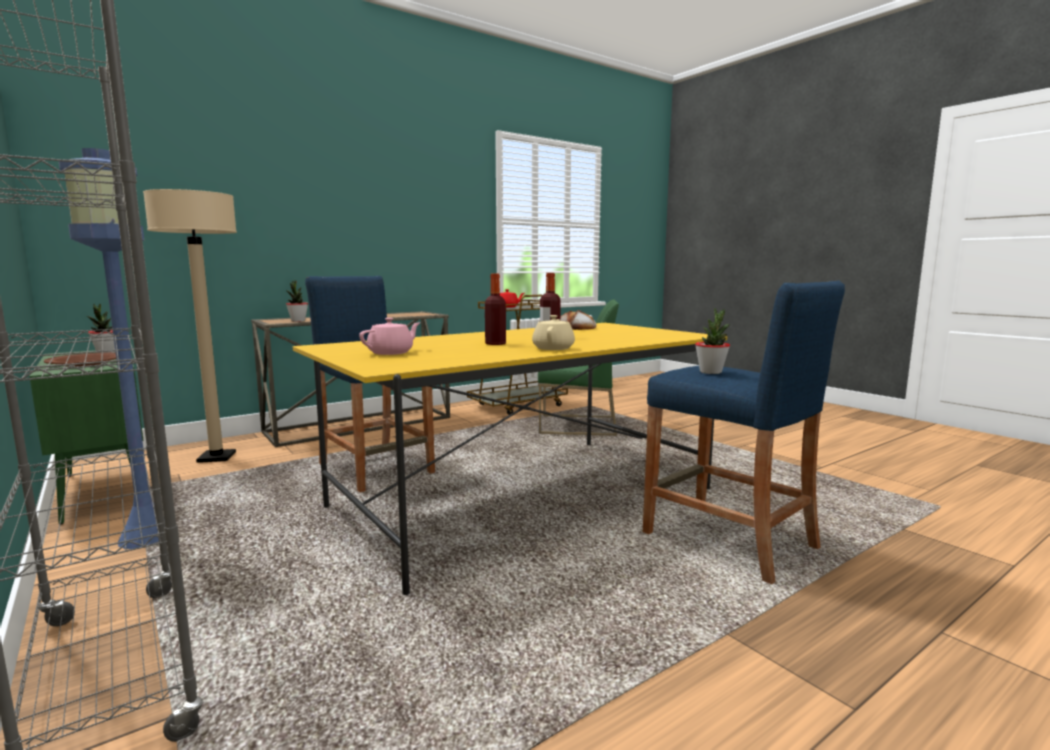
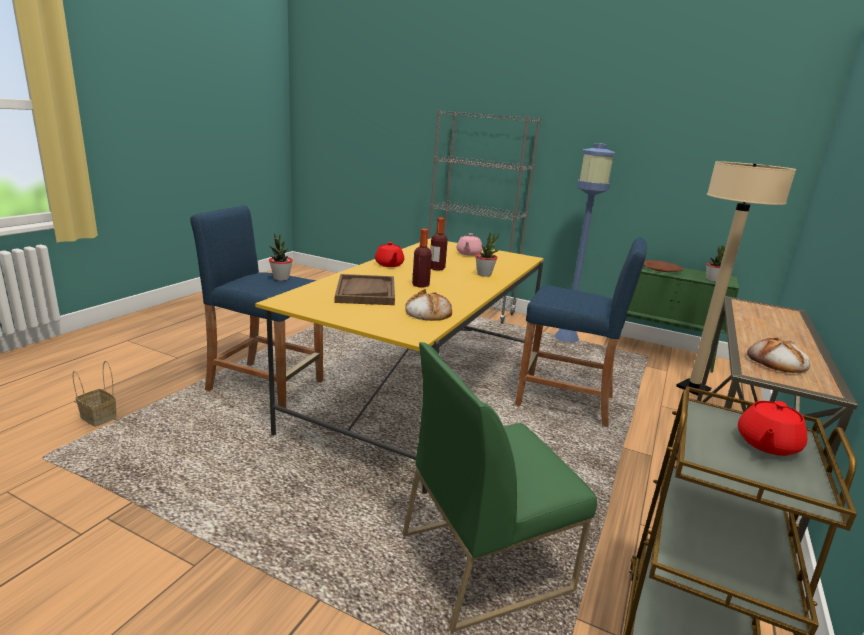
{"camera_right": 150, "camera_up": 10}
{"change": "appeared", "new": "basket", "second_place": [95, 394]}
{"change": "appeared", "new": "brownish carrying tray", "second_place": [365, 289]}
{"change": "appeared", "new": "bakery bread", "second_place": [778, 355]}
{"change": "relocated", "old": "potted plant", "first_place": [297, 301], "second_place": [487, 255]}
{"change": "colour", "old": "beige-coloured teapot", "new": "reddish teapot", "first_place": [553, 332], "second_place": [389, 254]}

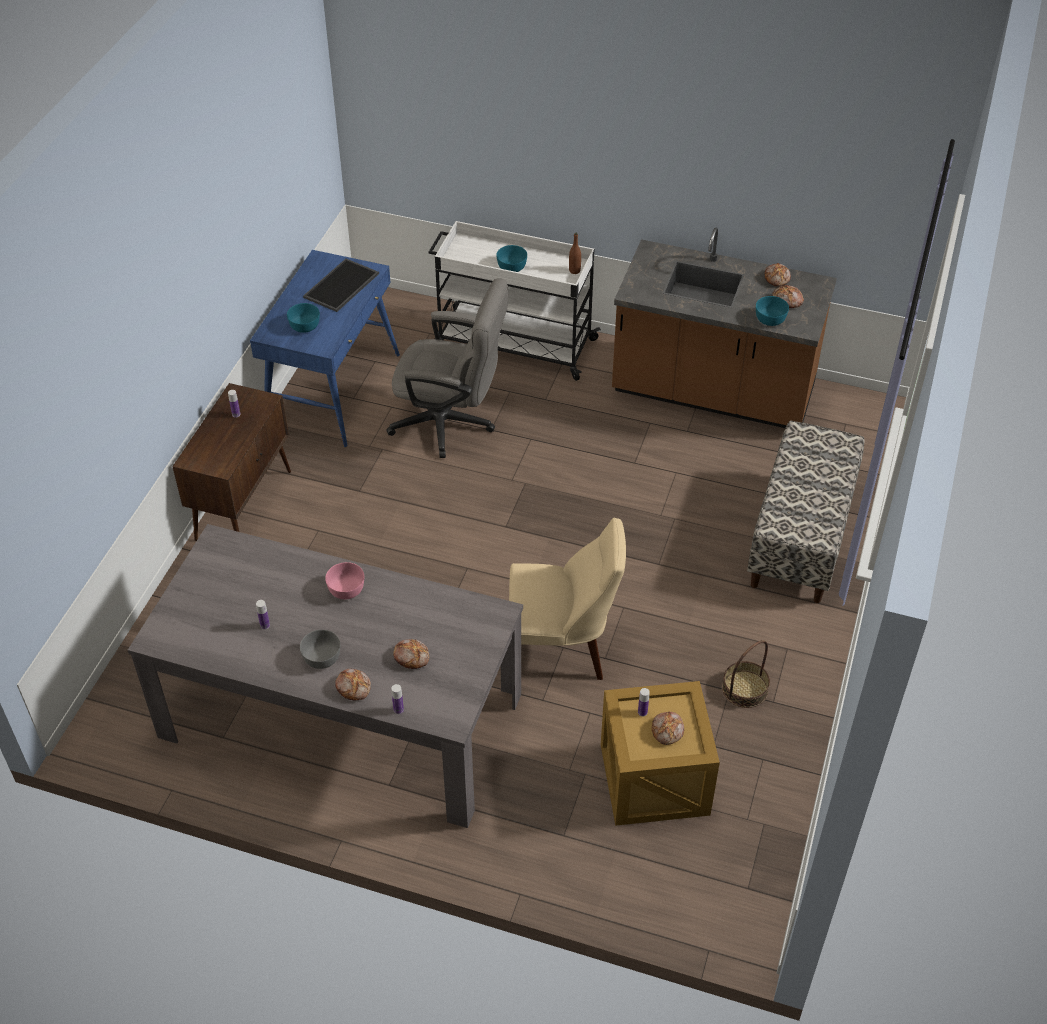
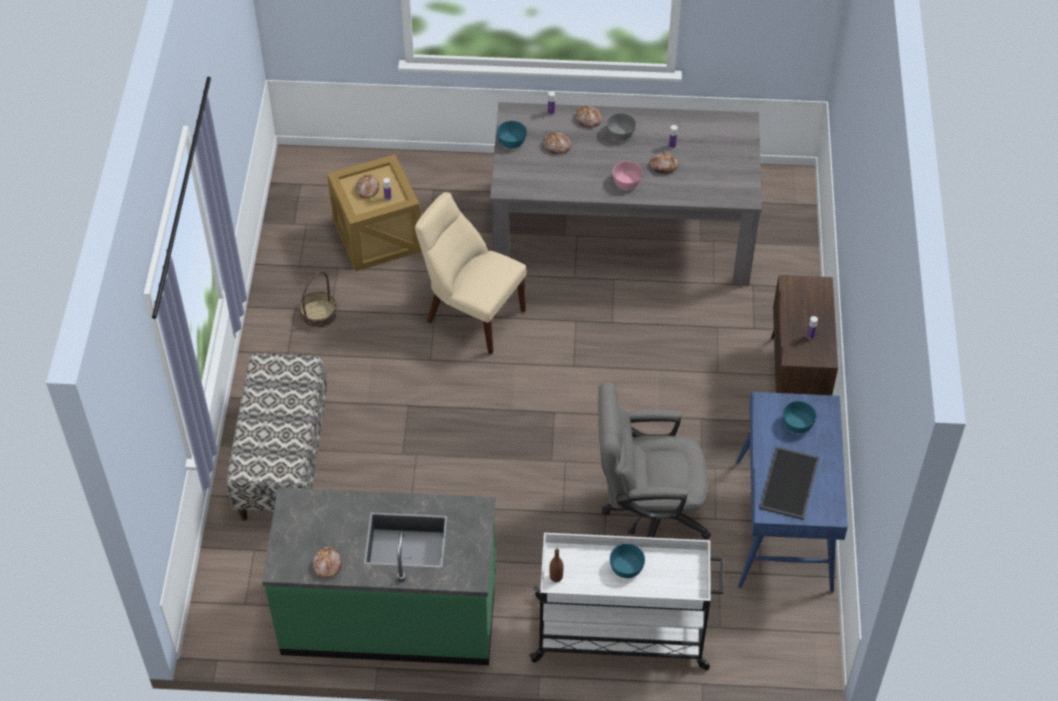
{"camera_right": 165, "camera_up": 5}
{"change": "relocated", "old": "turquoise-coloured deep dish", "first_place": [772, 311], "second_place": [512, 134]}
{"change": "relocated", "old": "bakery bread", "first_place": [788, 296], "second_place": [664, 162]}
{"change": "colour", "old": "brownish kitchen base unit", "new": "green kitchen base unit", "first_place": [724, 327], "second_place": [379, 576]}
{"change": "spun", "old": "beige-coloured plain chair", "first_place": [567, 599], "second_place": [470, 273], "degrees": 45}

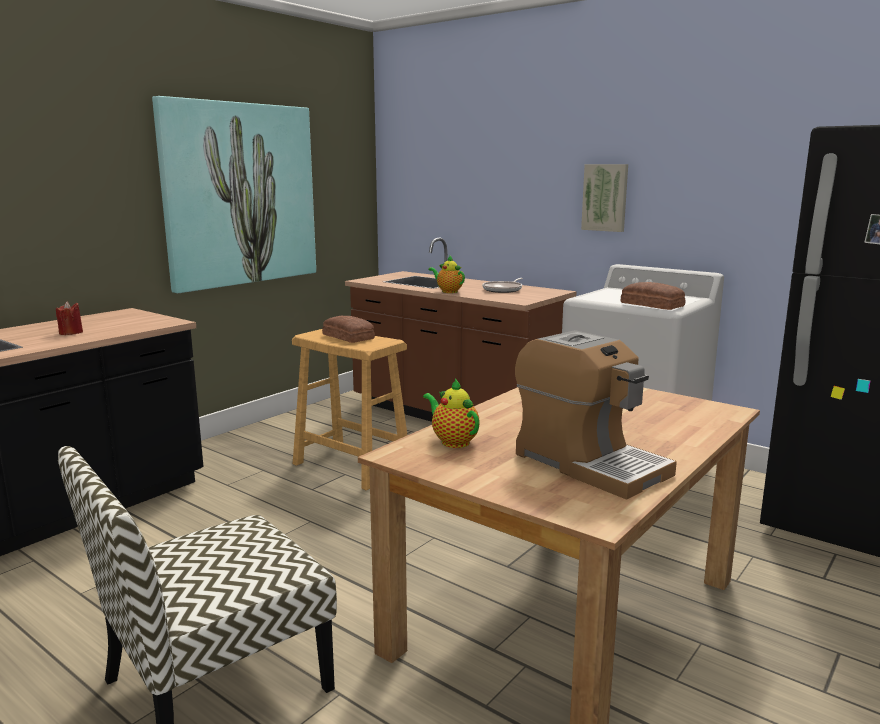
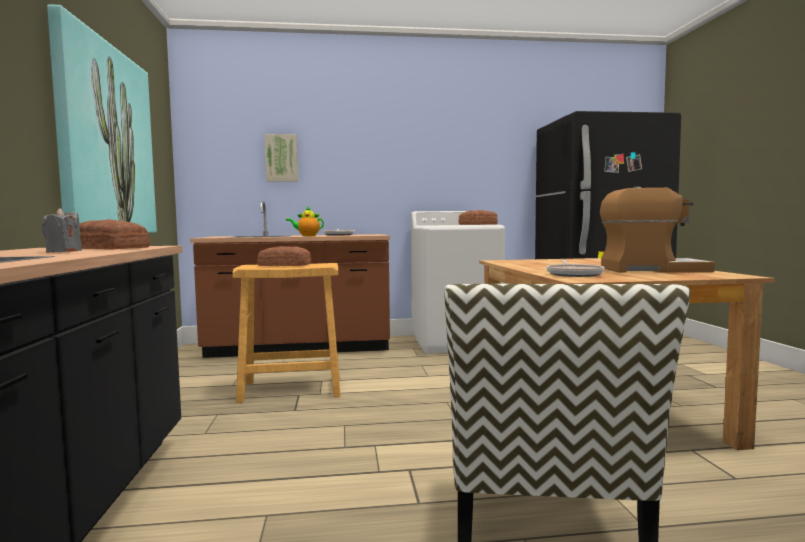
{"camera_right": -45, "camera_up": -10}
{"change": "appeared", "new": "bakery bread", "second_place": [114, 234]}
{"change": "relocated", "old": "picture", "first_place": [604, 198], "second_place": [281, 157]}
{"change": "exchanged", "old": "teapot", "new": "skillet", "first_place": [451, 413], "second_place": [575, 268]}
{"change": "colour", "old": "reddish wax candle", "new": "greyish wax candle", "first_place": [69, 318], "second_place": [61, 230]}

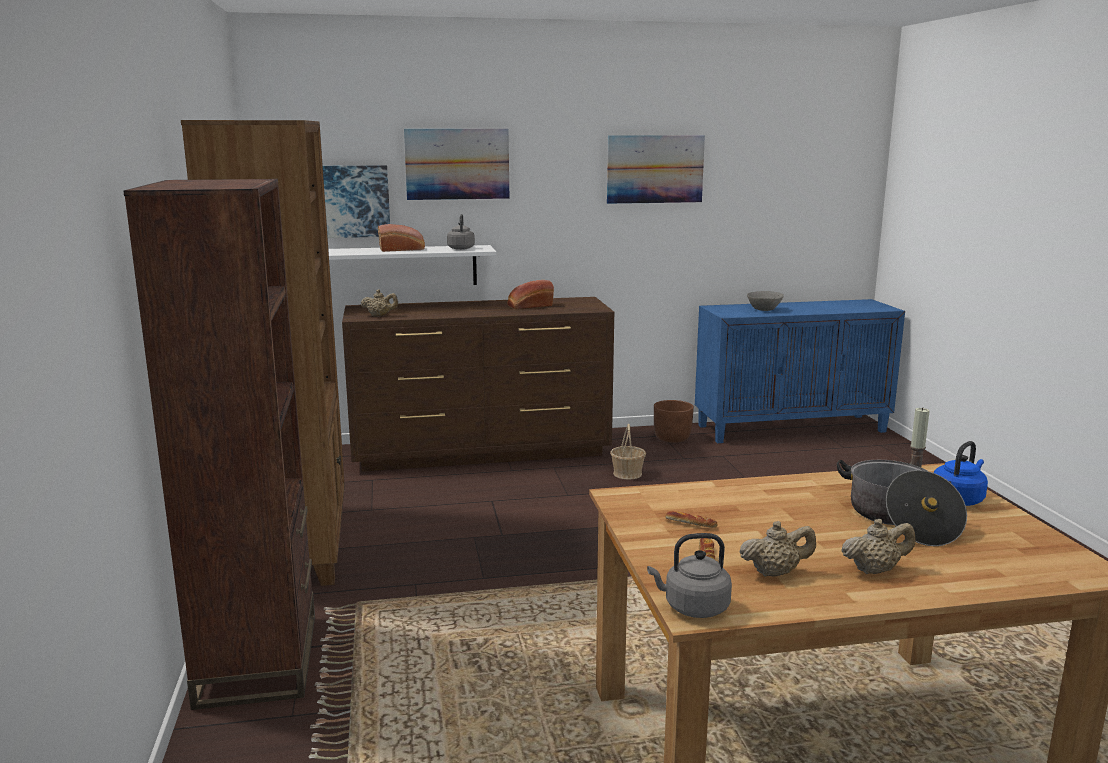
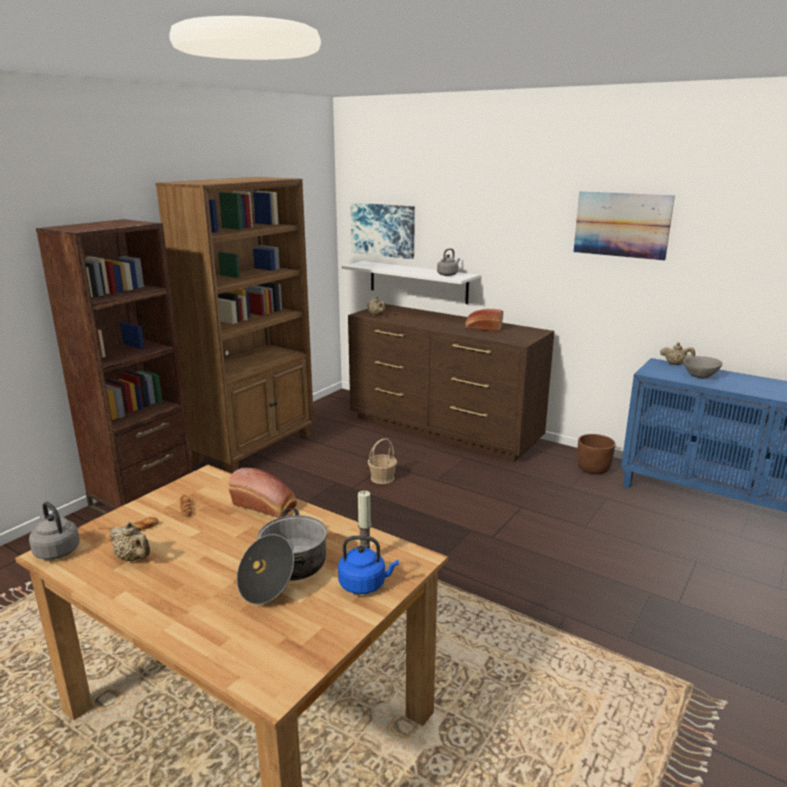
{"camera_right": 45, "camera_up": 5}
{"change": "missing", "old": "picture", "first_place": [456, 164]}
{"change": "relocated", "old": "bakery bread", "first_place": [401, 238], "second_place": [262, 493]}
{"change": "relocated", "old": "basket", "first_place": [628, 452], "second_place": [382, 461]}
{"change": "relocated", "old": "beige-coloured teapot", "first_place": [878, 546], "second_place": [677, 353]}

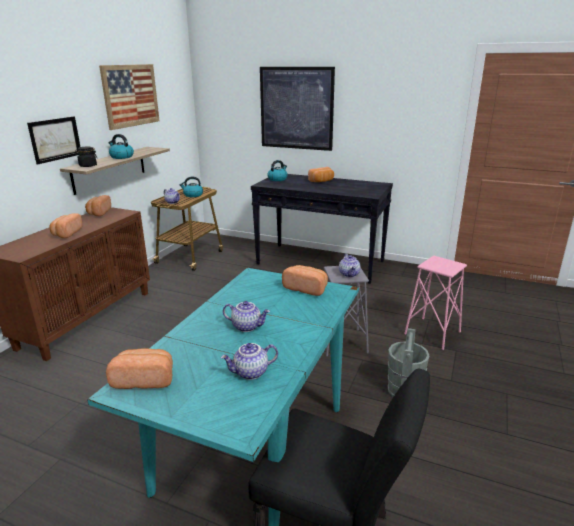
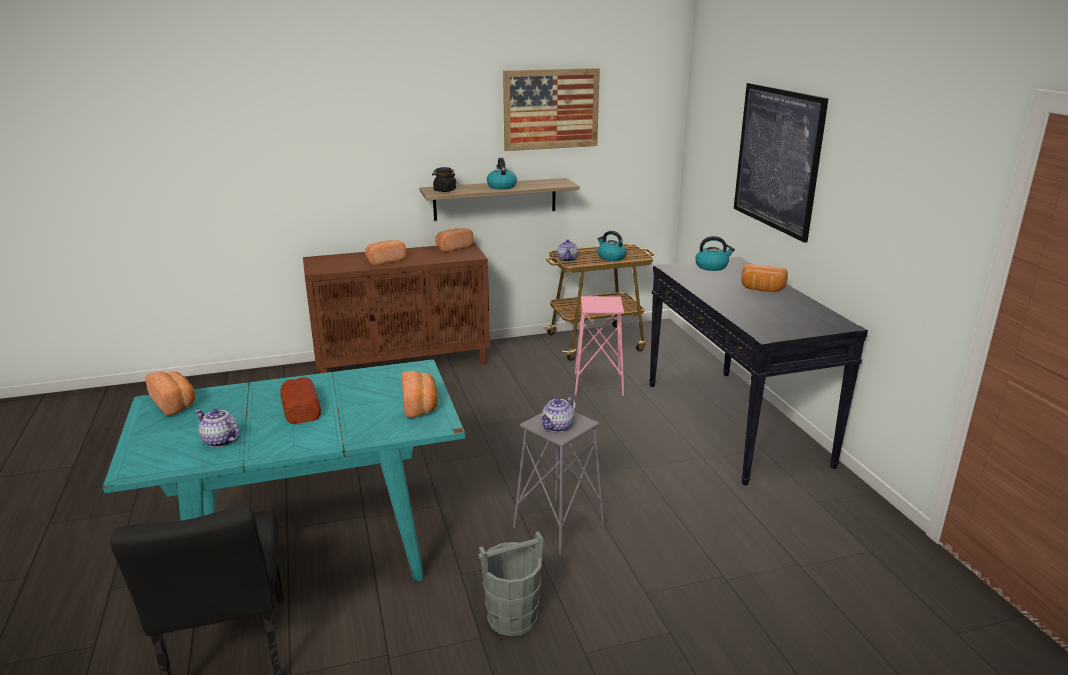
{"camera_right": 50, "camera_up": 0}
{"change": "missing", "old": "picture", "first_place": [53, 140]}
{"change": "relocated", "old": "pinkish stool seat", "first_place": [435, 302], "second_place": [599, 346]}
{"change": "exchanged", "old": "teapot", "new": "bakery bread", "first_place": [246, 316], "second_place": [300, 400]}

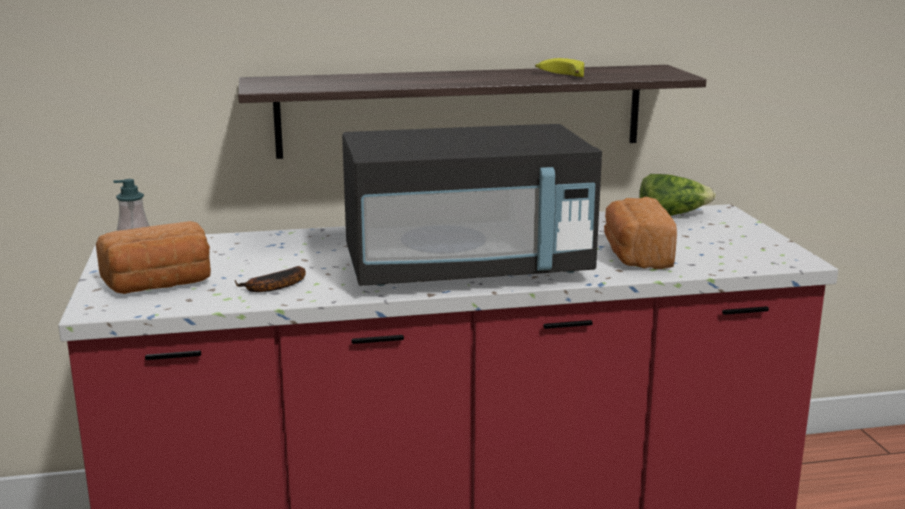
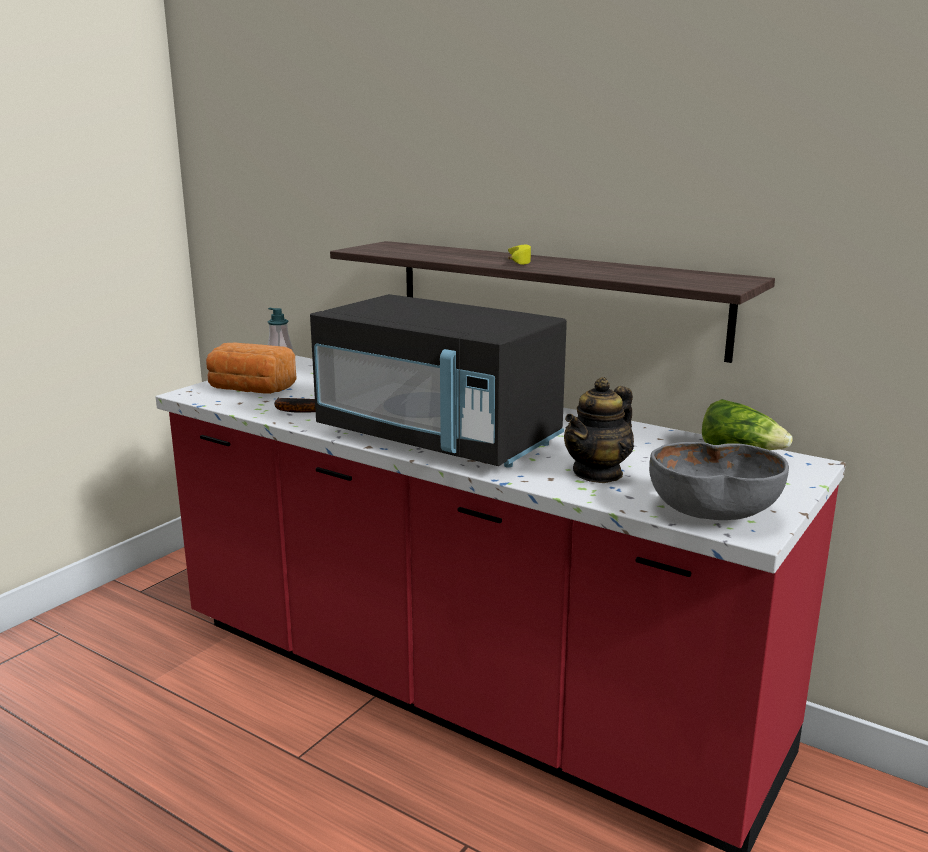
{"camera_right": 45, "camera_up": 0}
{"change": "appeared", "new": "greyish deep dish", "second_place": [719, 481]}
{"change": "relocated", "old": "banana fruit", "first_place": [559, 67], "second_place": [519, 255]}
{"change": "exchanged", "old": "bakery bread", "new": "teapot", "first_place": [640, 233], "second_place": [599, 430]}

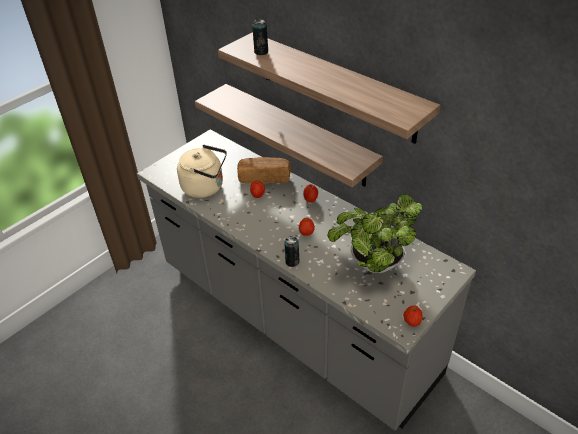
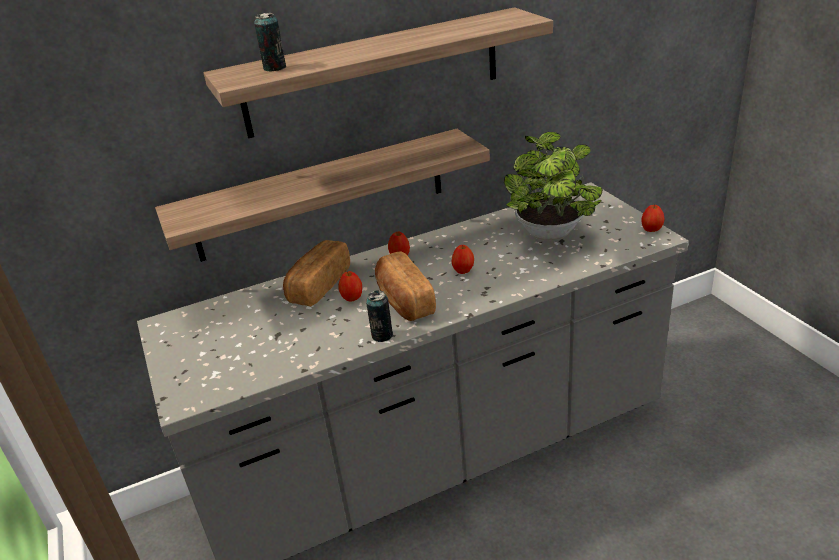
{"camera_right": -65, "camera_up": -10}
{"change": "missing", "old": "beige-coloured tea kettle", "first_place": [202, 171]}
{"change": "appeared", "new": "bakery bread", "second_place": [405, 286]}
{"change": "relocated", "old": "sealed can", "first_place": [291, 251], "second_place": [379, 316]}

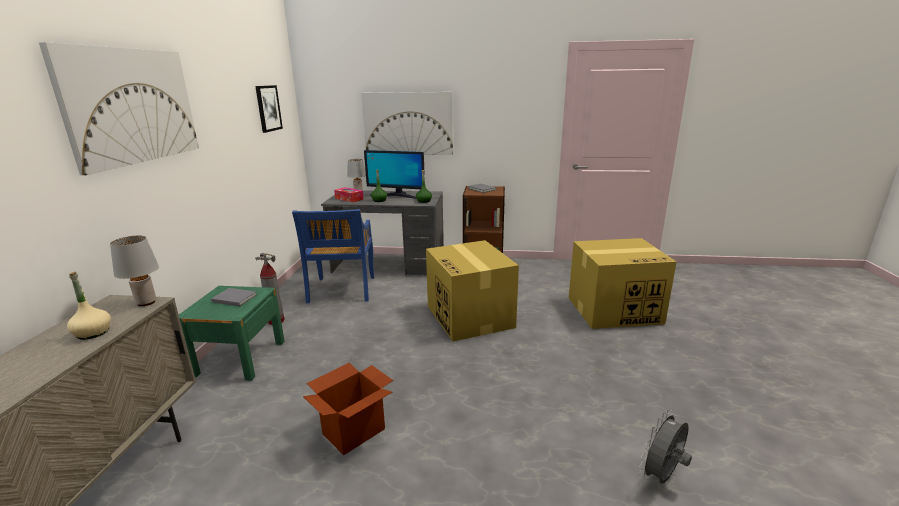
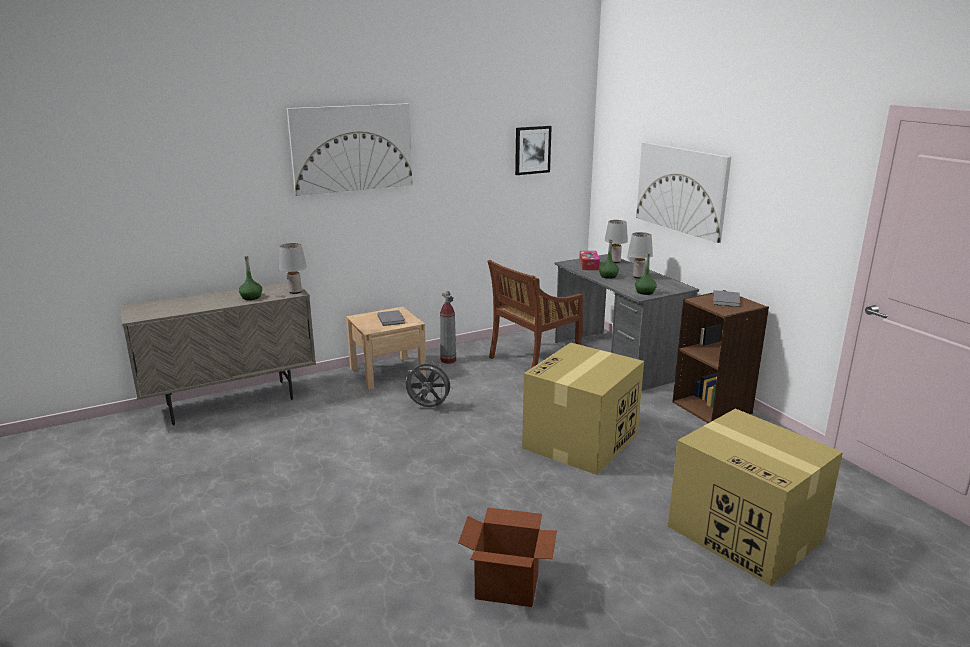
{"camera_right": 55, "camera_up": 0}
{"change": "relocated", "old": "packing box", "first_place": [348, 409], "second_place": [507, 557]}
{"change": "relocated", "old": "greyish electric fan", "first_place": [665, 447], "second_place": [430, 383]}
{"change": "exchanged", "old": "computer display", "new": "greyish lamp for a table", "first_place": [394, 174], "second_place": [640, 255]}
{"change": "colour", "old": "beige-coloured beverage bottle", "new": "green beverage bottle", "first_place": [89, 306], "second_place": [250, 278]}
{"change": "colour", "old": "green nightstand", "new": "beige-coloured nightstand", "first_place": [232, 333], "second_place": [386, 348]}
{"change": "colour", "old": "blue plain chair", "new": "brownish plain chair", "first_place": [333, 256], "second_place": [535, 314]}

